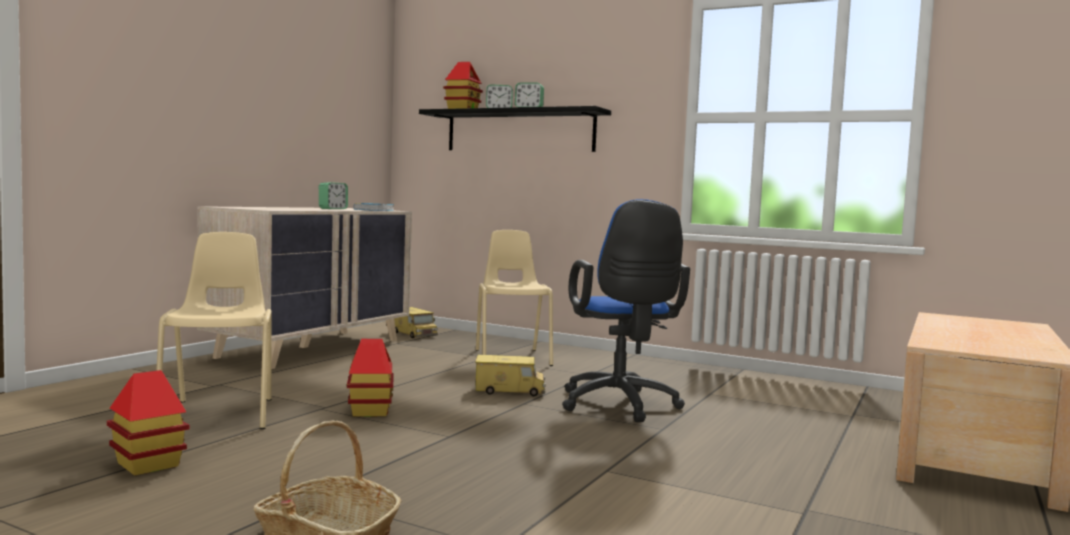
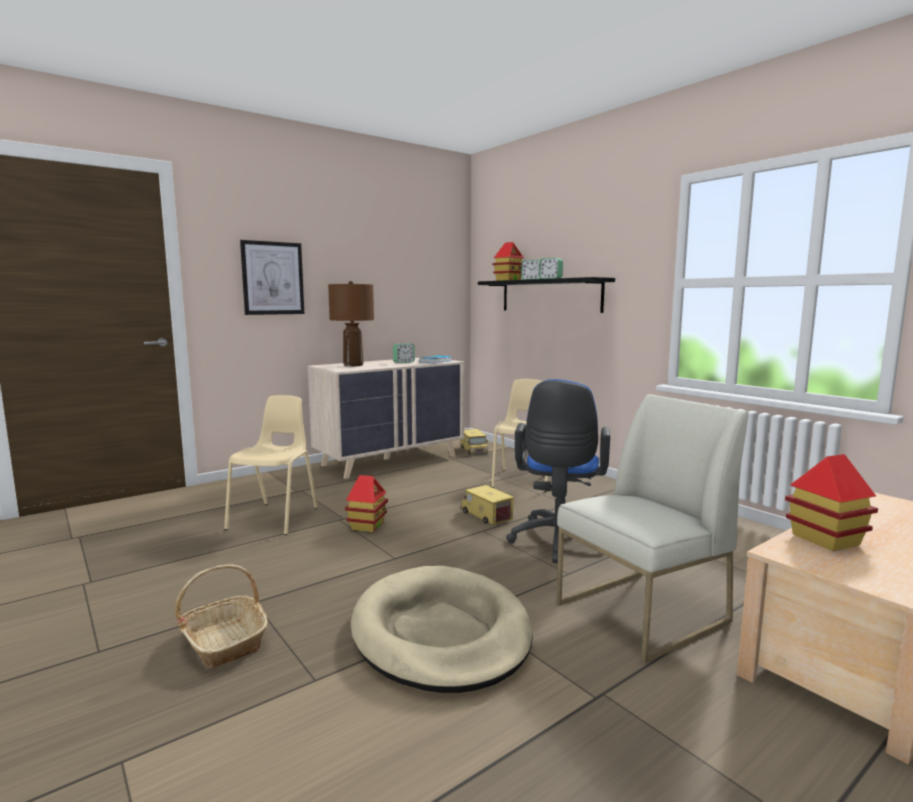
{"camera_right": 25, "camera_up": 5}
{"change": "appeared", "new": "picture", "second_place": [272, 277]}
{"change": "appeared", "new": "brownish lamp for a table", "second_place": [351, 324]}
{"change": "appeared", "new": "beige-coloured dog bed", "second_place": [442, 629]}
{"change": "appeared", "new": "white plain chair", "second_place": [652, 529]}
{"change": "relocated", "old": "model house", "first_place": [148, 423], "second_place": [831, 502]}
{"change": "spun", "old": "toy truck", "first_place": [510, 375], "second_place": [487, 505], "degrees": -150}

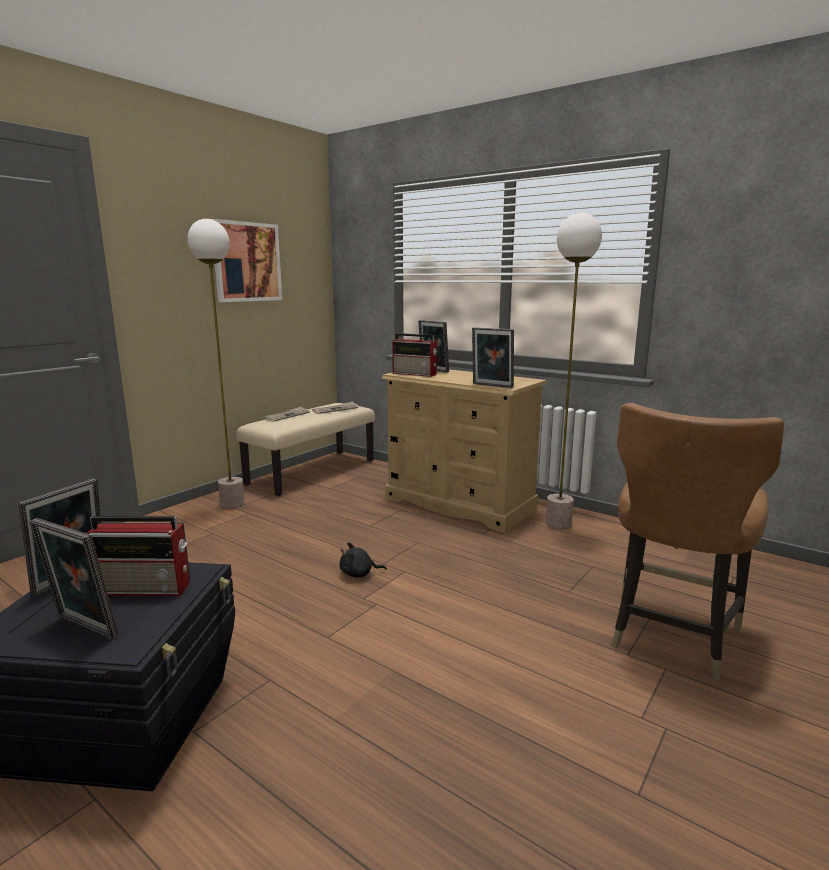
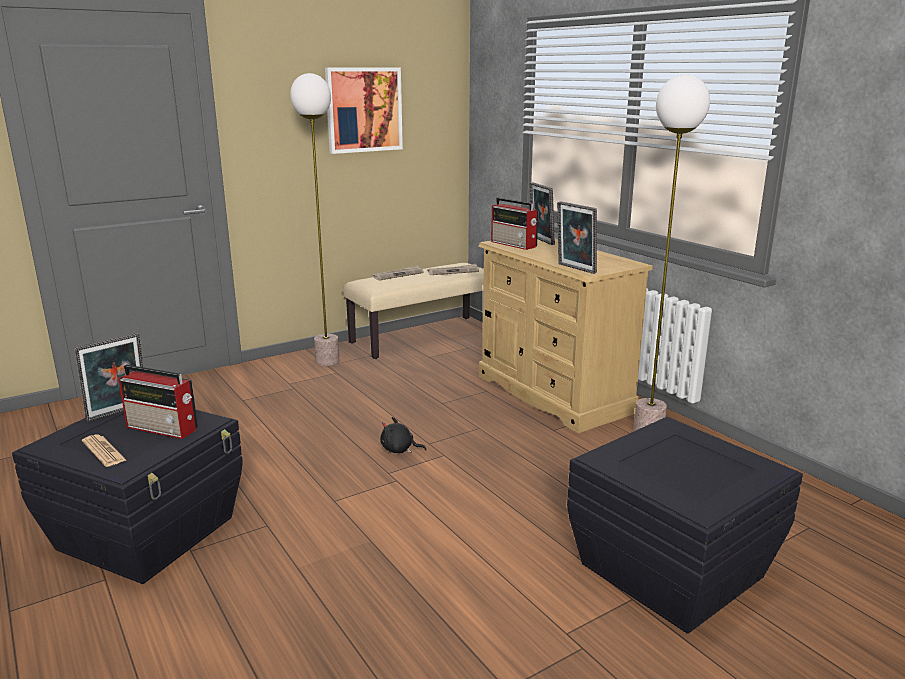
{"camera_right": 20, "camera_up": 5}
{"change": "exchanged", "old": "standing frame", "new": "newspaper", "first_place": [73, 579], "second_place": [104, 450]}
{"change": "exchanged", "old": "brownish plain chair", "new": "blackish storage box", "first_place": [697, 541], "second_place": [685, 525]}

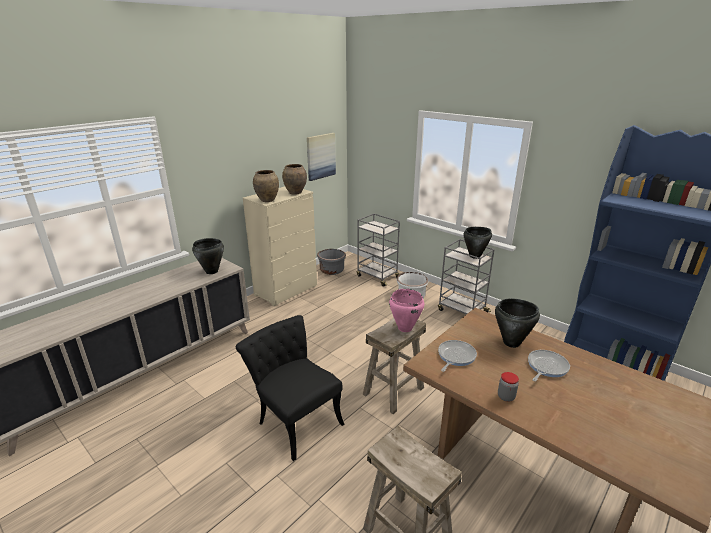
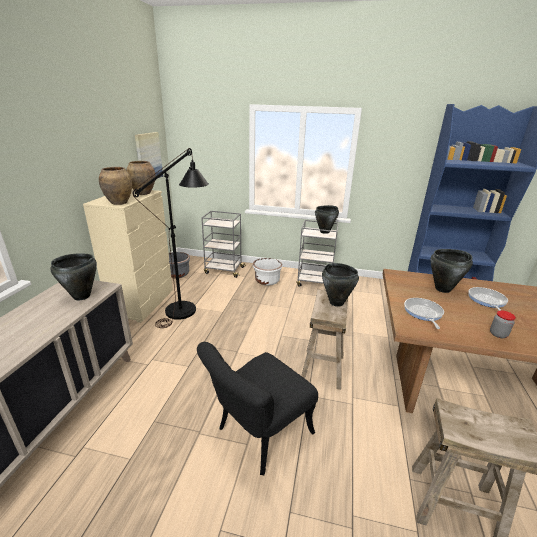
{"camera_right": -30, "camera_up": 0}
{"change": "appeared", "new": "blackish standing lamp", "second_place": [171, 238]}
{"change": "colour", "old": "pinkish saucepot", "new": "blackish saucepot", "first_place": [406, 310], "second_place": [340, 285]}
{"change": "spun", "old": "blackish plain chair", "first_place": [290, 388], "second_place": [257, 408], "degrees": -60}

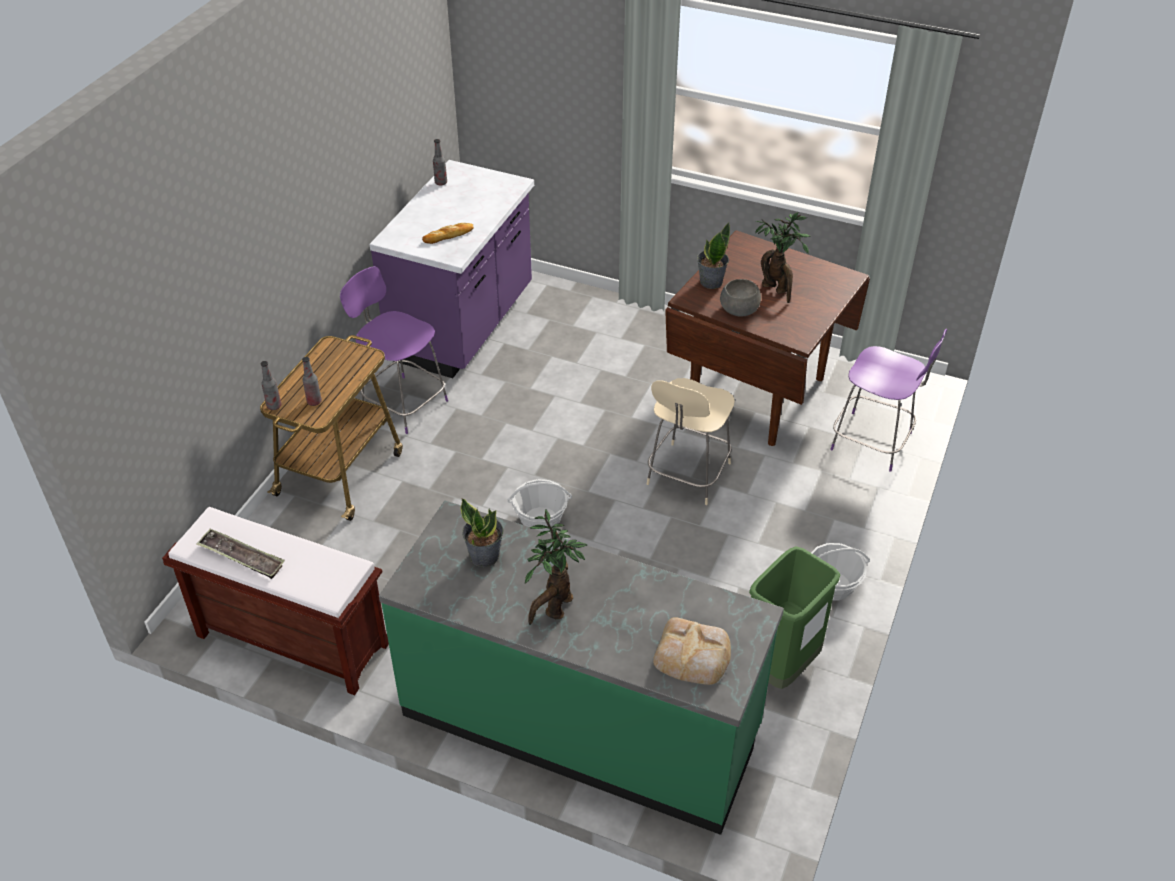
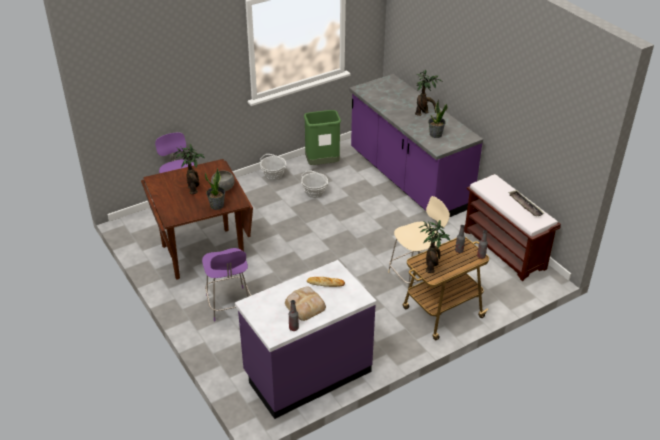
{"camera_right": -145, "camera_up": -5}
{"change": "appeared", "new": "potted plant", "second_place": [434, 246]}
{"change": "relocated", "old": "purple plain chair", "first_place": [394, 350], "second_place": [226, 284]}
{"change": "relocated", "old": "basket", "first_place": [540, 505], "second_place": [314, 184]}
{"change": "relocated", "old": "beige-coloured plain chair", "first_place": [691, 441], "second_place": [419, 242]}
{"change": "relocated", "old": "bakery bread", "first_place": [692, 651], "second_place": [305, 304]}
{"change": "colour", "old": "green kitchen base unit", "new": "purple kitchen base unit", "first_place": [581, 667], "second_place": [416, 145]}

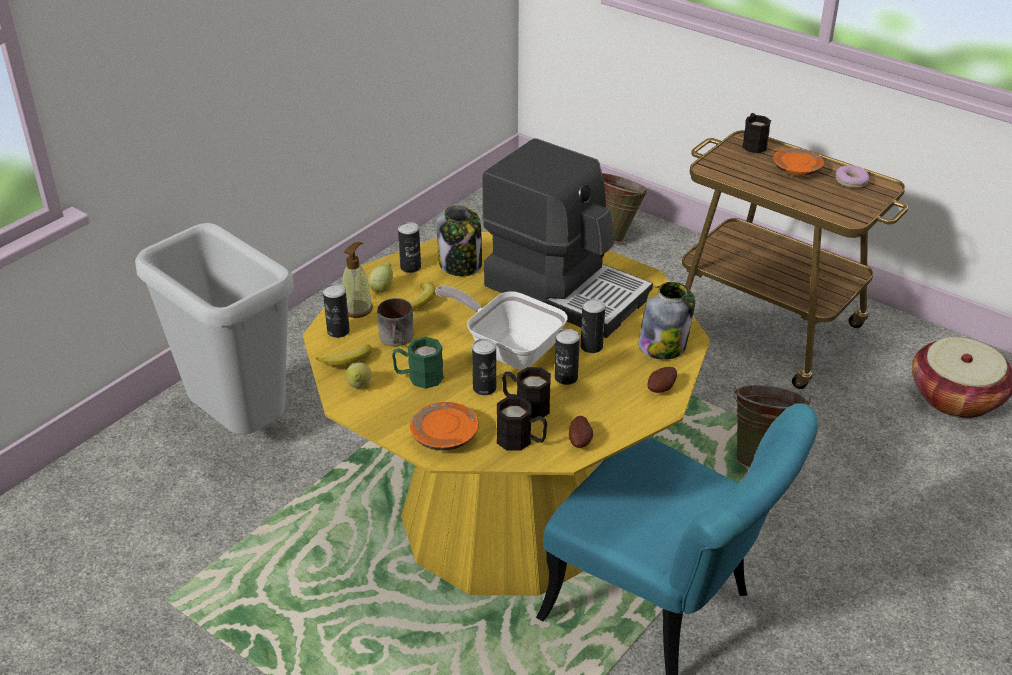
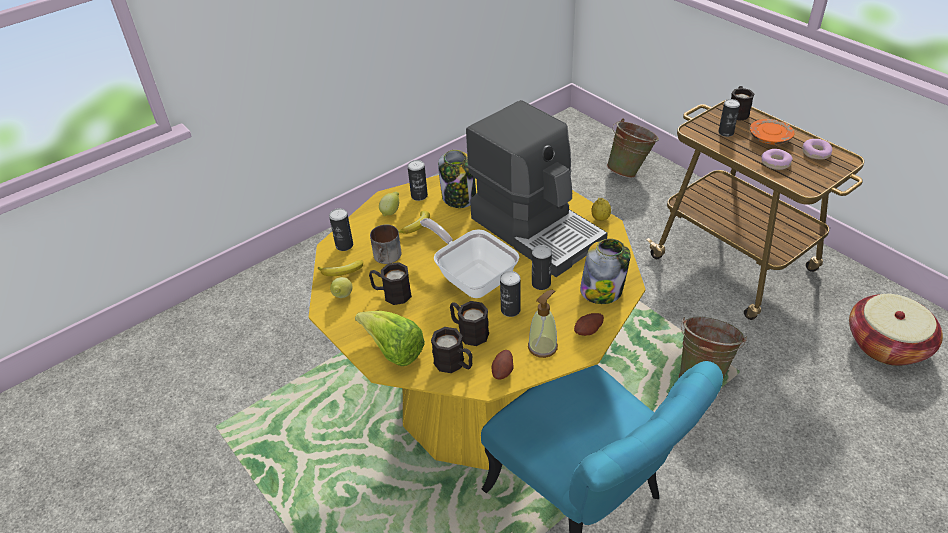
{"camera_right": 15, "camera_up": 5}
{"change": "missing", "old": "greyish trash can", "first_place": [214, 329]}
{"change": "appeared", "new": "lemon", "second_place": [601, 209]}
{"change": "appeared", "new": "donut", "second_place": [777, 159]}
{"change": "relocated", "old": "soap dispenser", "first_place": [357, 280], "second_place": [543, 323]}
{"change": "relocated", "old": "sealed can", "first_place": [484, 367], "second_place": [729, 118]}
{"change": "exchanged", "old": "orange flat dish", "new": "head of lettuce", "first_place": [444, 426], "second_place": [390, 338]}
{"change": "colour", "old": "green mug", "new": "blackish mug", "first_place": [418, 363], "second_place": [390, 283]}

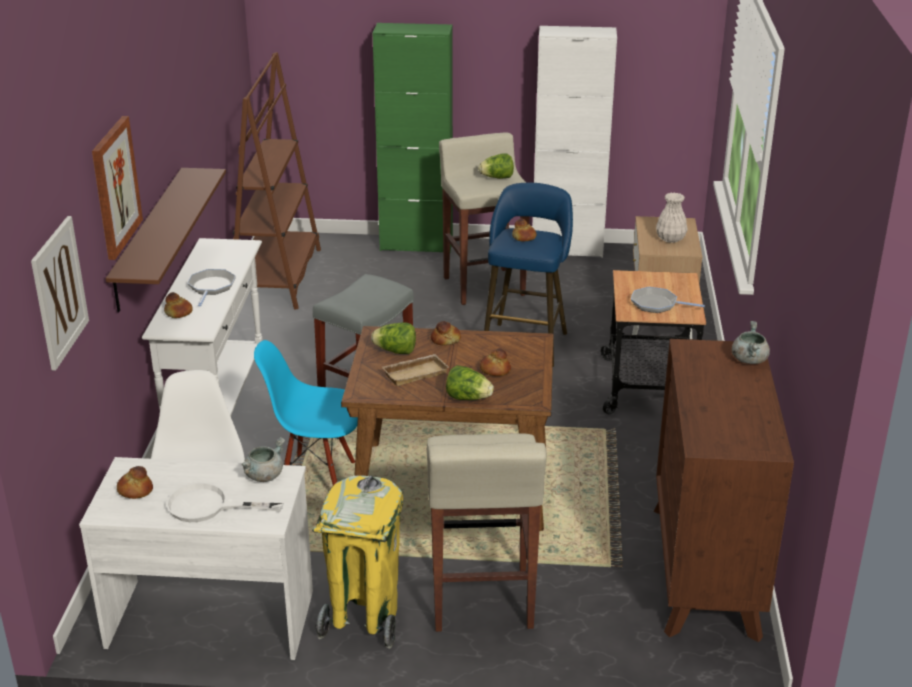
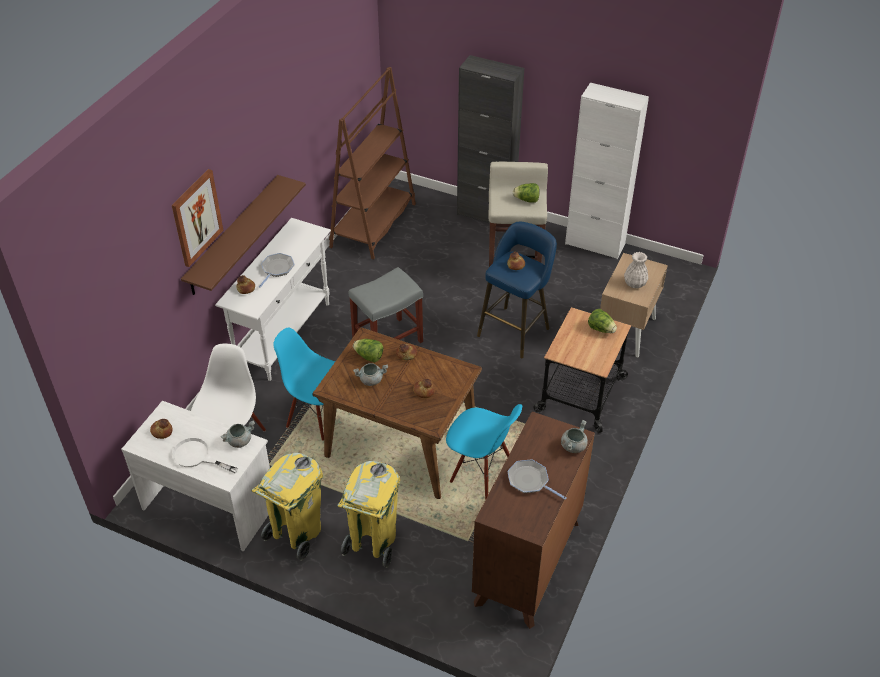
{"camera_right": 20, "camera_up": 15}
{"change": "missing", "old": "picture", "first_place": [60, 293]}
{"change": "appeared", "new": "blue plain chair", "second_place": [484, 451]}
{"change": "relocated", "old": "head of lettuce", "first_place": [470, 382], "second_place": [602, 321]}
{"change": "relocated", "old": "skillet", "first_place": [668, 300], "second_place": [536, 480]}
{"change": "exchanged", "old": "beige-coloured carrying tray", "new": "greyish saucepot", "first_place": [415, 370], "second_place": [370, 374]}
{"change": "exchanged", "old": "beige-coloured stool seat", "new": "yellow trash can", "first_place": [487, 532], "second_place": [368, 514]}
{"change": "colour", "old": "green cupboard", "new": "blackish cupboard", "first_place": [413, 137], "second_place": [490, 141]}

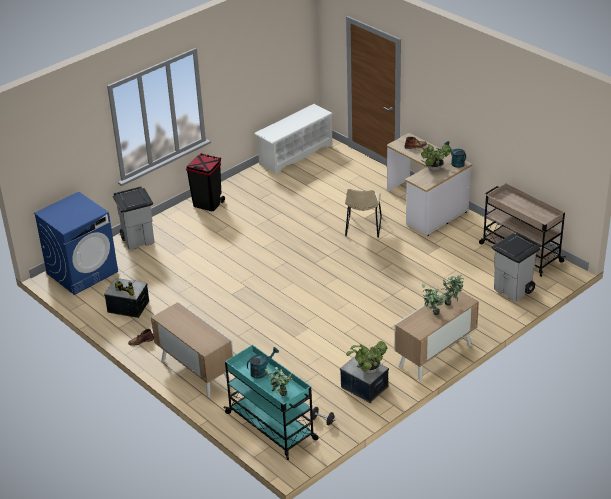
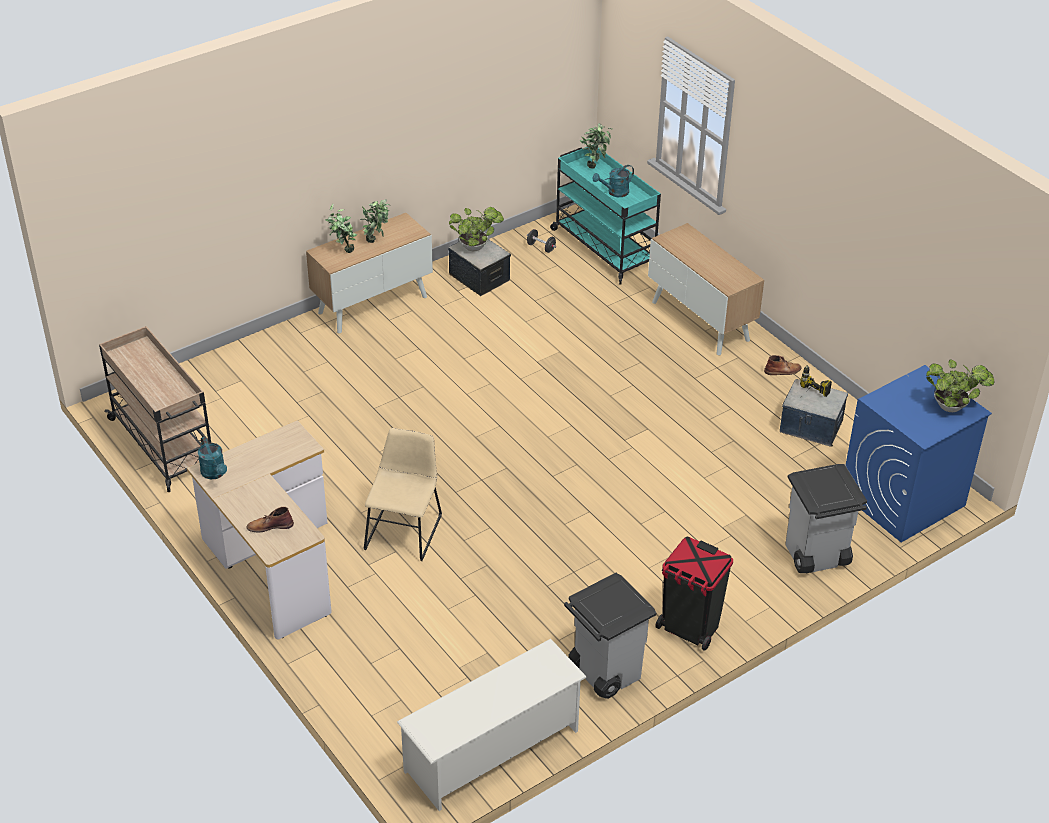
{"camera_right": -175, "camera_up": 5}
{"change": "relocated", "old": "potted plant", "first_place": [433, 157], "second_place": [960, 385]}
{"change": "relocated", "old": "greyish trash can", "first_place": [516, 267], "second_place": [610, 636]}

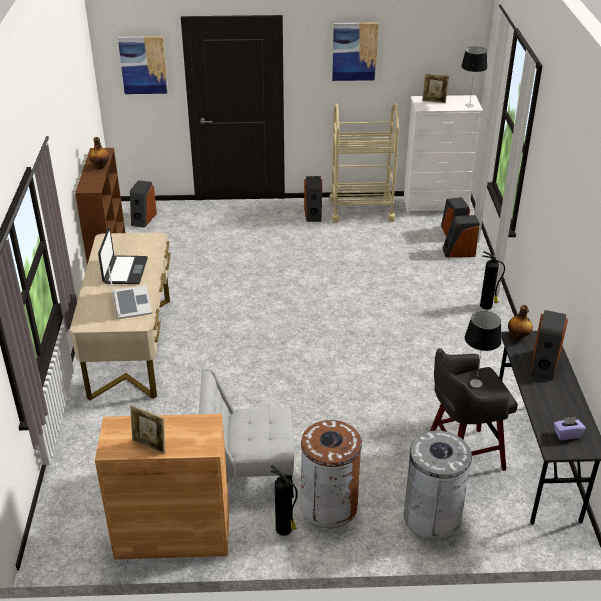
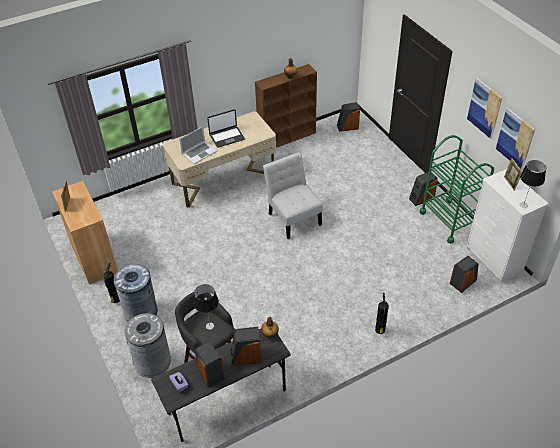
{"camera_right": 65, "camera_up": 10}
{"change": "relocated", "old": "picture", "first_place": [143, 65], "second_place": [515, 139]}
{"change": "relocated", "old": "white plain chair", "first_place": [246, 433], "second_place": [293, 195]}
{"change": "relocated", "old": "audio speaker", "first_place": [461, 236], "second_place": [210, 364]}
{"change": "colour", "old": "brownish trash can", "new": "greyish trash can", "first_place": [331, 474], "second_place": [136, 293]}
{"change": "colour", "old": "beige-coloured trolley", "new": "green trolley", "first_place": [364, 163], "second_place": [457, 189]}

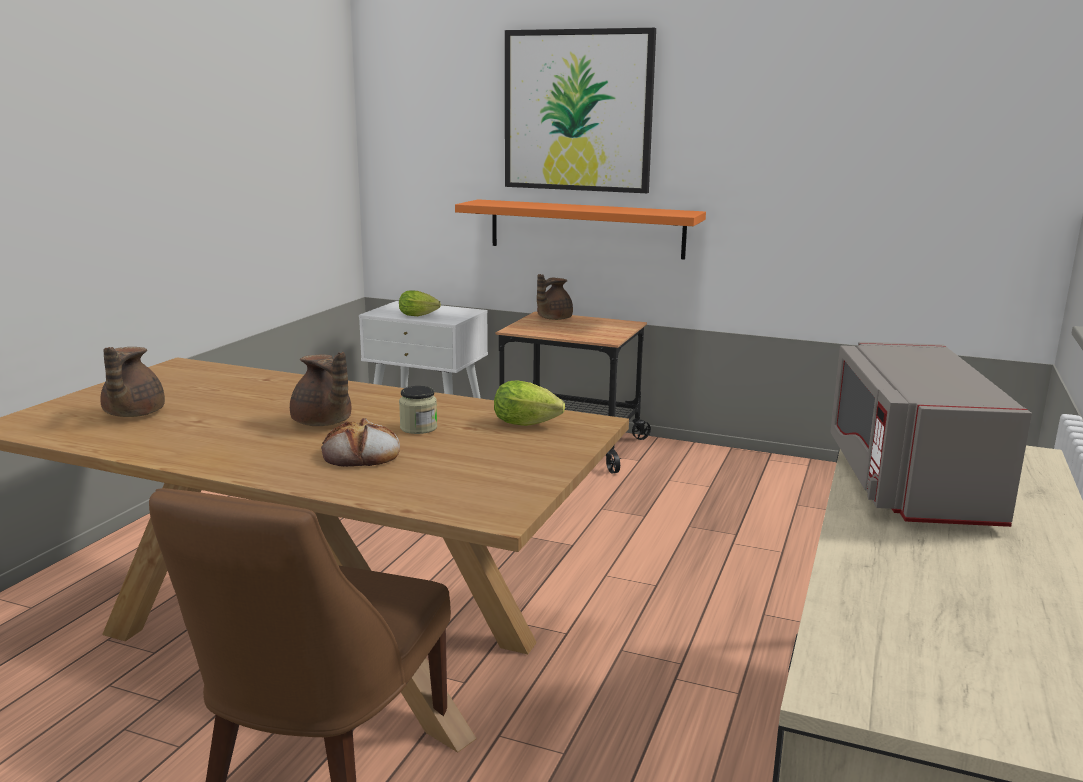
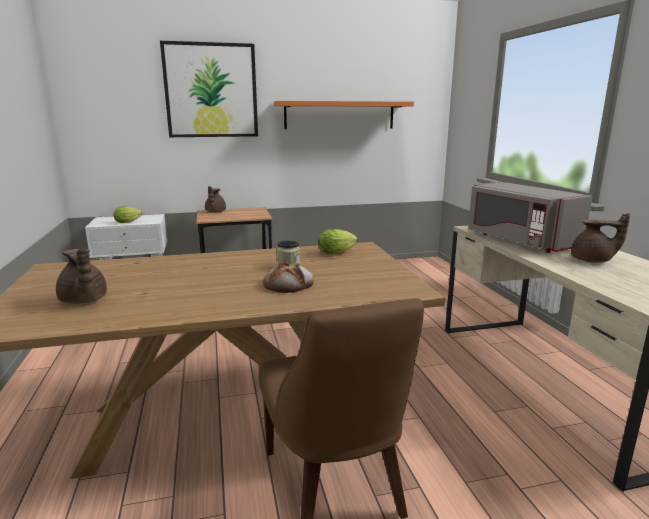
{"camera_right": -35, "camera_up": 0}
{"change": "relocated", "old": "brownish teapot", "first_place": [320, 389], "second_place": [600, 238]}
{"change": "relocated", "old": "orange wall shelf", "first_place": [580, 229], "second_place": [344, 115]}

